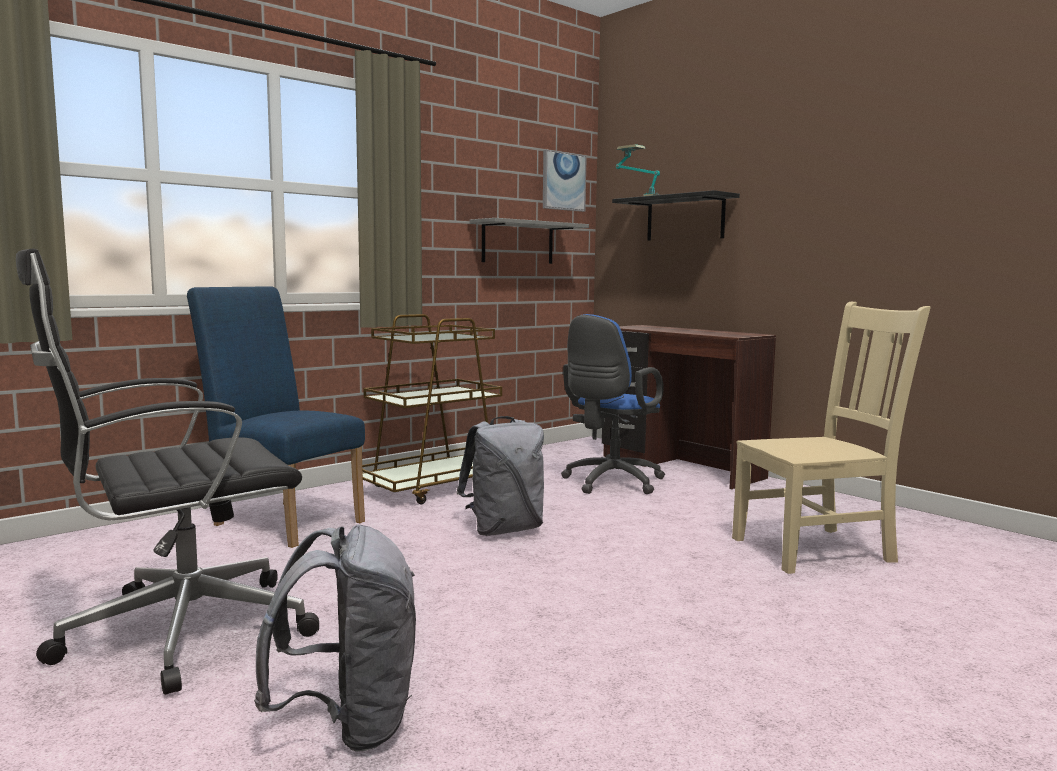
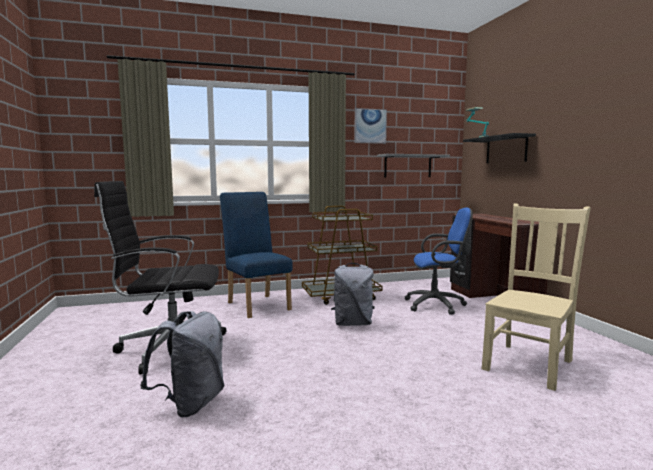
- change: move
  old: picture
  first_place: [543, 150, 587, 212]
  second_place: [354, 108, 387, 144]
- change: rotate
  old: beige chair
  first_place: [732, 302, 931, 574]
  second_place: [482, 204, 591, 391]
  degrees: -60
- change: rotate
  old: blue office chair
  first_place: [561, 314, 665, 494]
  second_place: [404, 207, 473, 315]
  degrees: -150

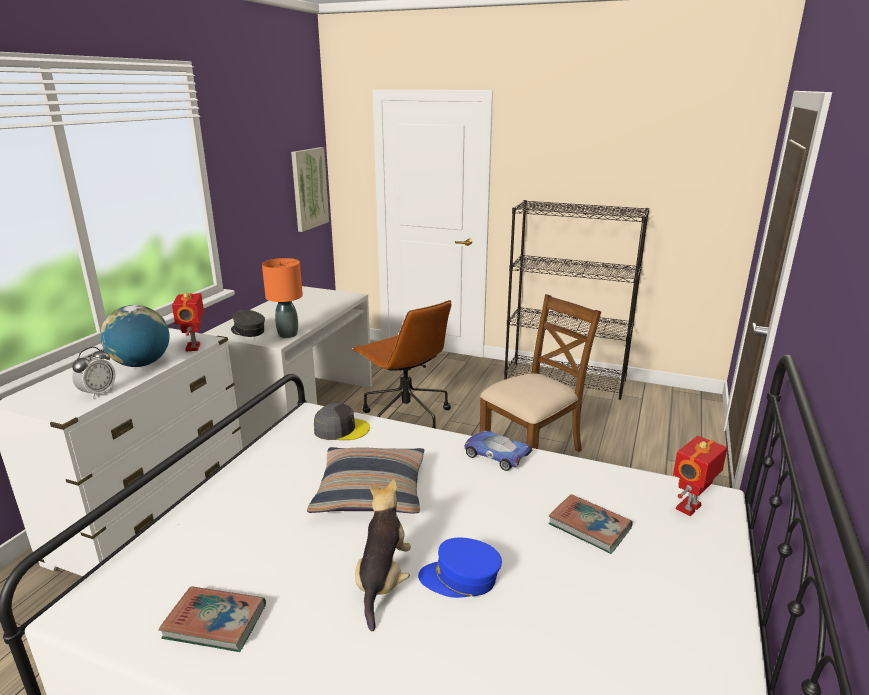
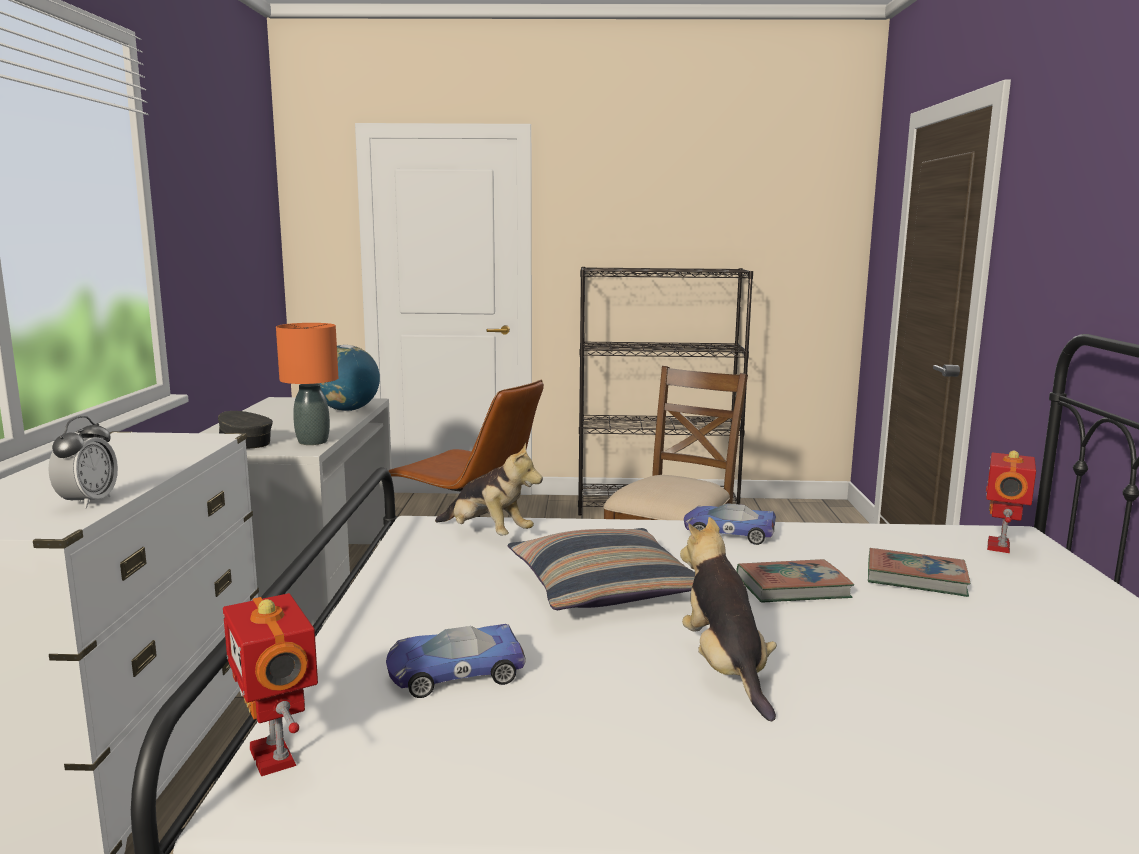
- change: delete
  old: picture
  first_place: [291, 147, 329, 232]
- change: move
  old: toy robot
  first_place: [172, 293, 204, 352]
  second_place: [223, 593, 318, 776]
- change: move
  old: globe
  first_place: [100, 305, 169, 367]
  second_place: [319, 345, 380, 411]
- change: replace
  old: grey cap
  new: plush toy
  first_place: [314, 403, 370, 440]
  second_place: [435, 442, 543, 535]
- change: delete
  old: blue cap
  first_place: [418, 538, 502, 598]
- change: move
  old: book
  first_place: [158, 586, 266, 652]
  second_place: [736, 559, 854, 603]
- change: insert
  new: toy car
  second_place: [386, 624, 526, 698]

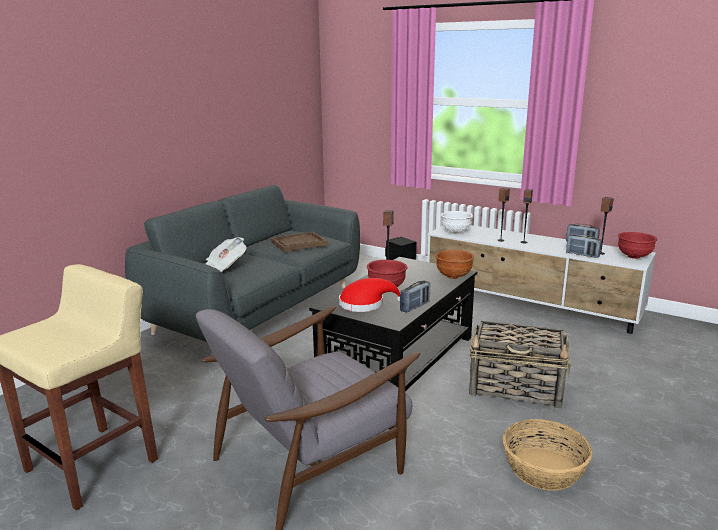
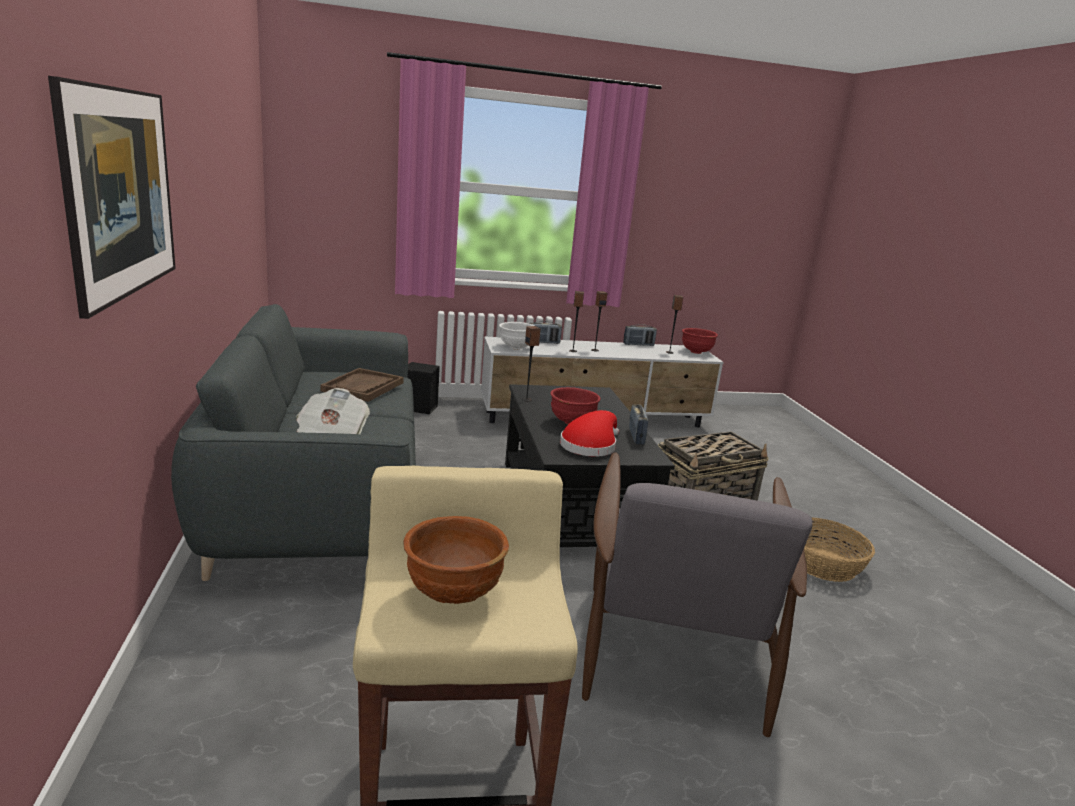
- change: move
  old: radio
  first_place: [566, 234, 602, 258]
  second_place: [529, 321, 562, 344]
- change: move
  old: brown bowl
  first_place: [435, 250, 474, 279]
  second_place: [404, 516, 509, 604]
- change: insert
  new: picture
  second_place: [48, 76, 176, 319]

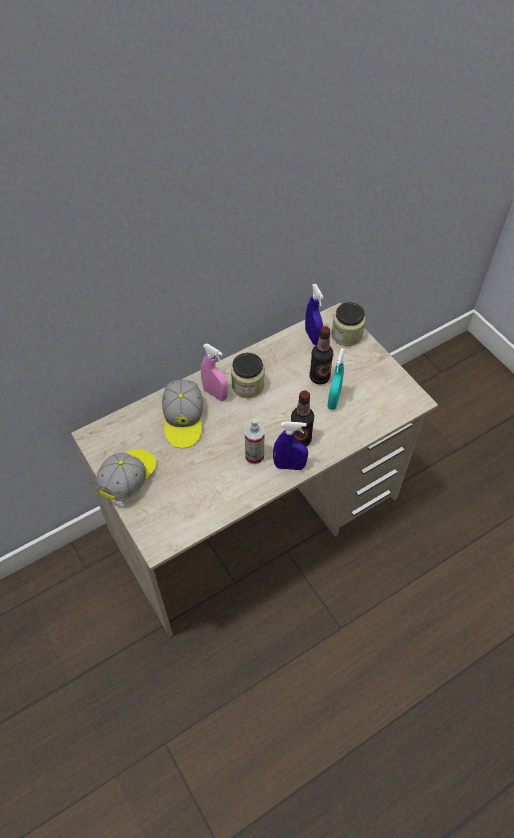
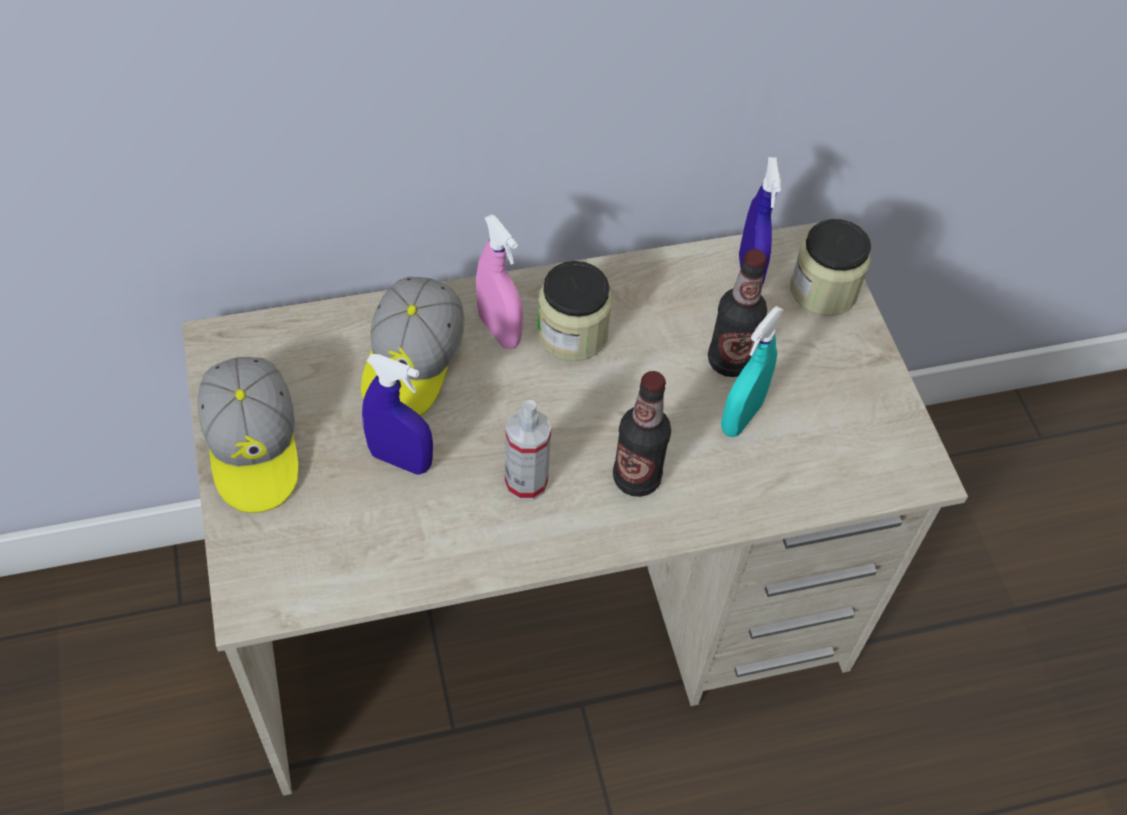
- change: move
  old: blue spray bottle
  first_place: [273, 421, 308, 470]
  second_place: [362, 354, 433, 475]
- change: rotate
  old: cap
  first_place: [96, 449, 157, 501]
  second_place: [197, 357, 299, 513]
  degrees: 120

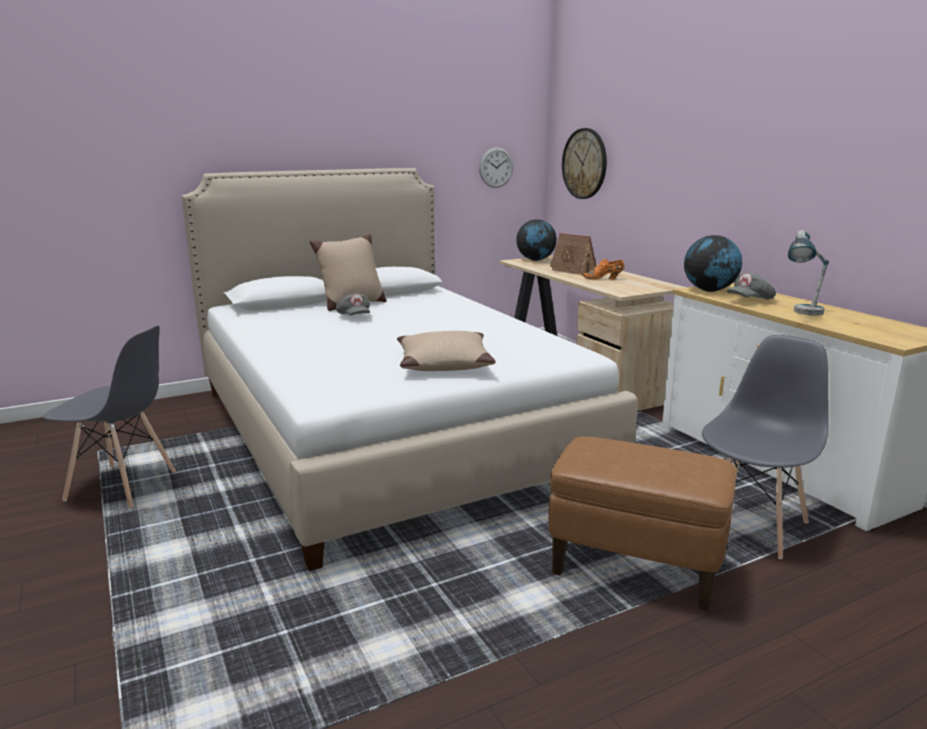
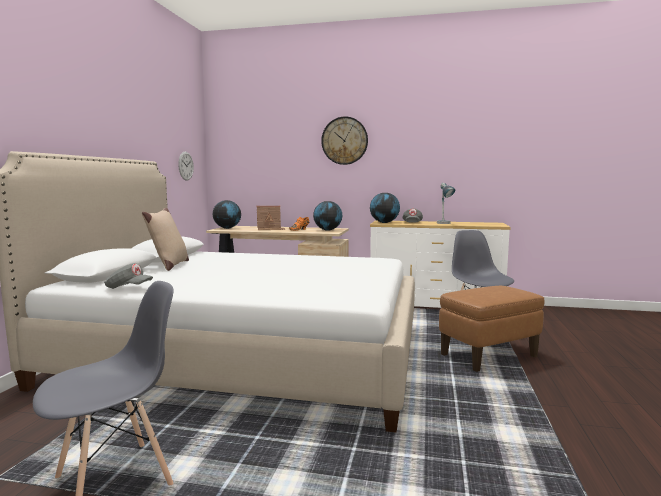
- change: move
  old: wall clock
  first_place: [562, 128, 607, 199]
  second_place: [321, 116, 368, 165]
- change: move
  old: grey cap
  first_place: [336, 293, 370, 315]
  second_place: [104, 263, 153, 289]
- change: delete
  old: beige pillow
  first_place: [397, 331, 496, 371]
- change: insert
  new: globe
  second_place: [313, 201, 342, 231]

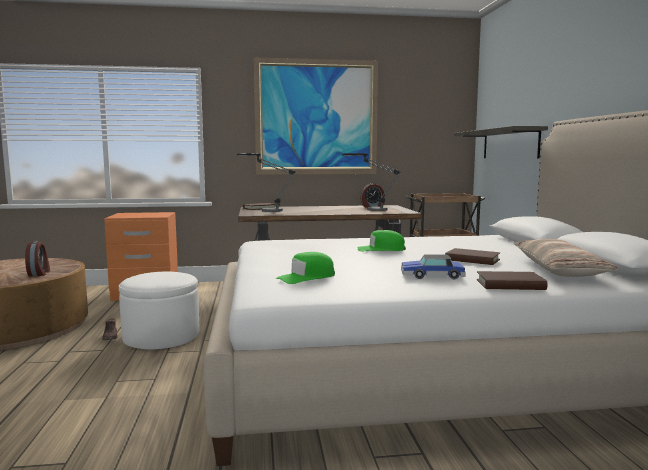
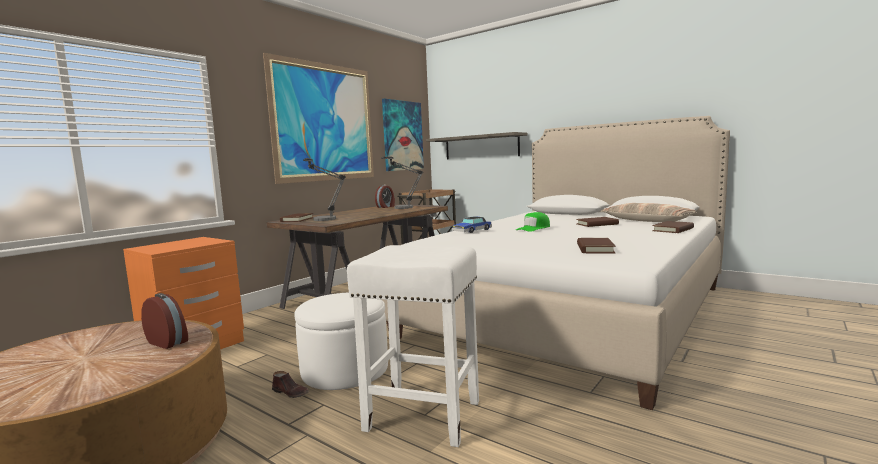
- change: replace
  old: green cap
  new: brown book
  first_place: [276, 252, 335, 284]
  second_place: [577, 238, 616, 253]
- change: move
  old: toy car
  first_place: [401, 254, 466, 279]
  second_place: [452, 216, 492, 233]
- change: insert
  new: picture
  second_place: [382, 99, 424, 171]
- change: insert
  new: white stool
  second_place: [347, 245, 479, 447]

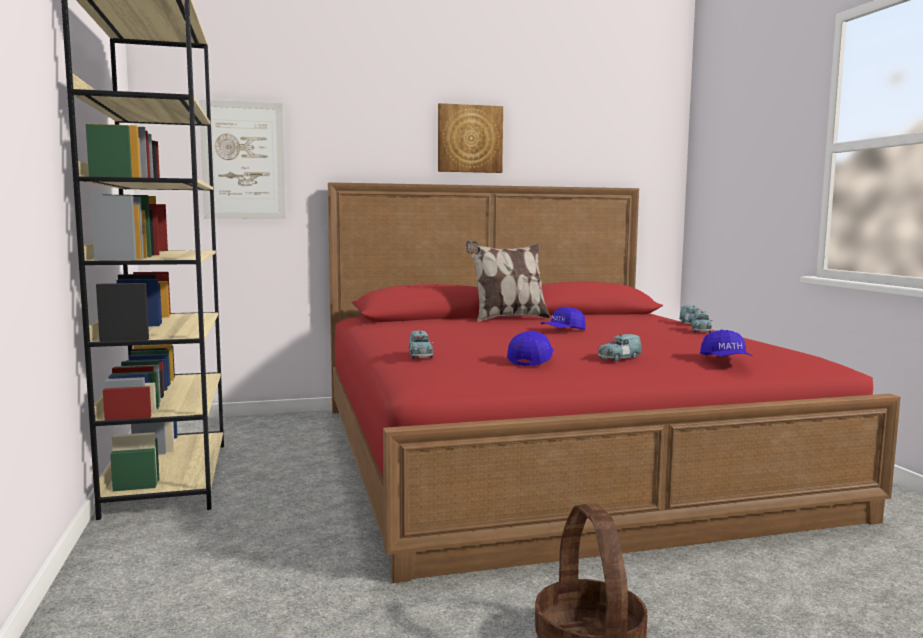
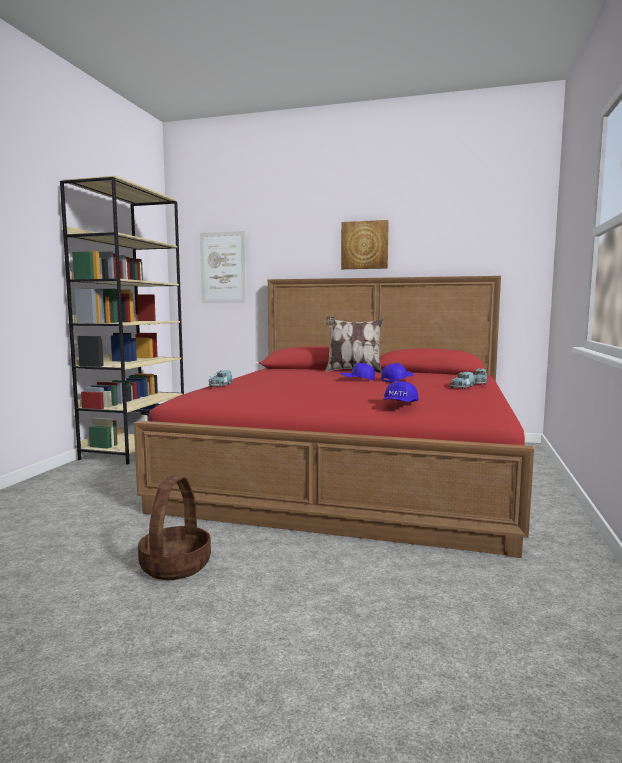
- change: move
  old: blue cap
  first_place: [507, 330, 554, 366]
  second_place: [381, 363, 413, 382]
- change: delete
  old: blue toy car
  first_place: [598, 334, 642, 362]

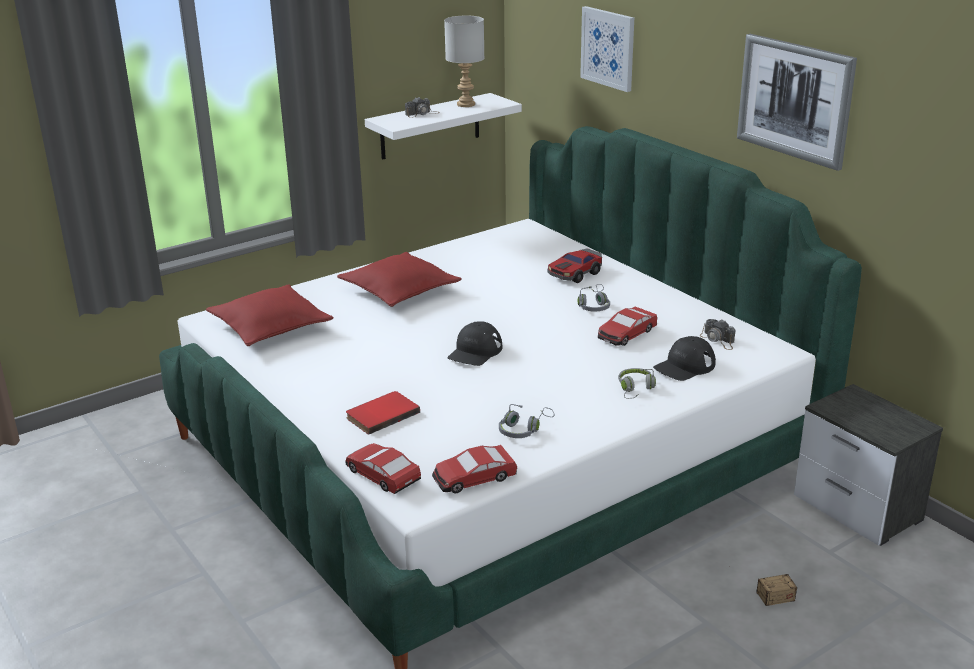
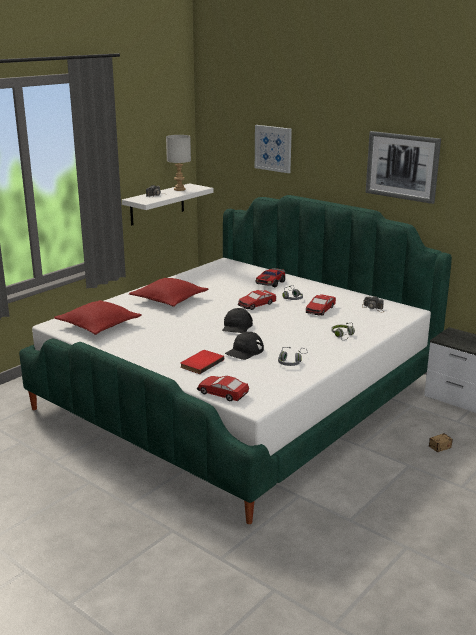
- change: move
  old: black cap
  first_place: [653, 336, 716, 381]
  second_place: [225, 332, 264, 360]
- change: move
  old: toy car
  first_place: [432, 445, 517, 493]
  second_place: [238, 290, 276, 310]

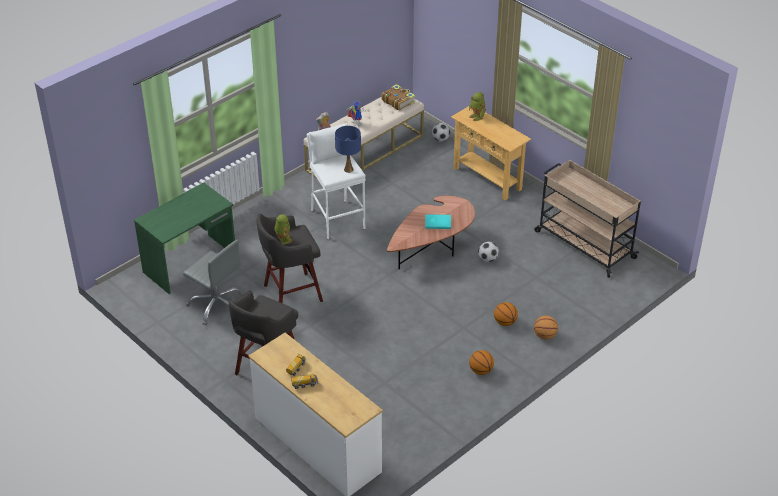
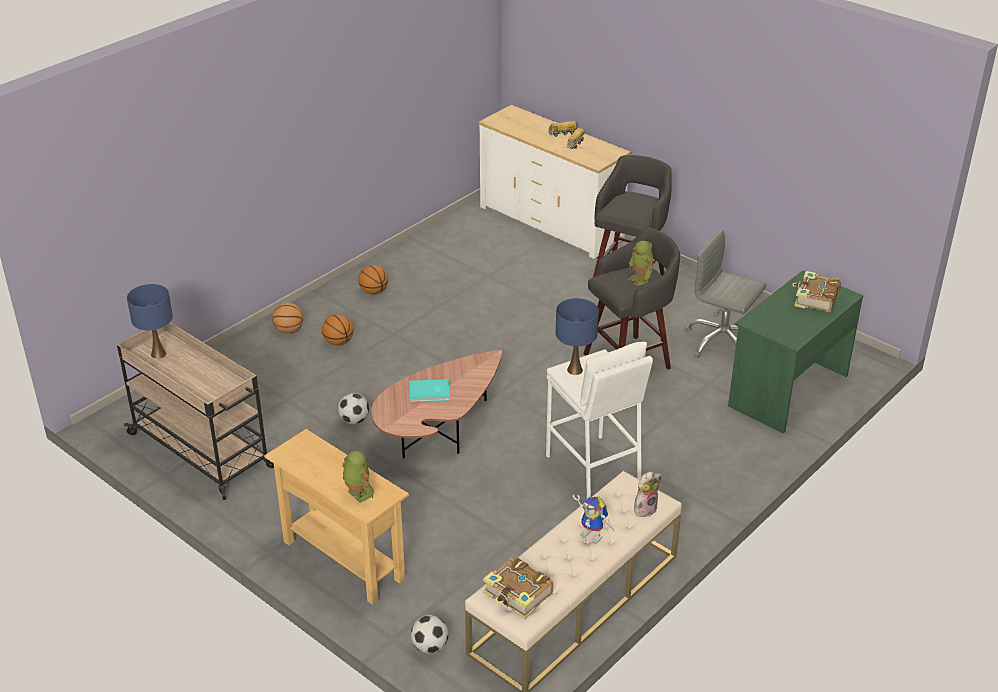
- change: insert
  new: book
  second_place: [792, 271, 841, 313]
- change: insert
  new: blue table lamp
  second_place: [127, 284, 173, 359]

